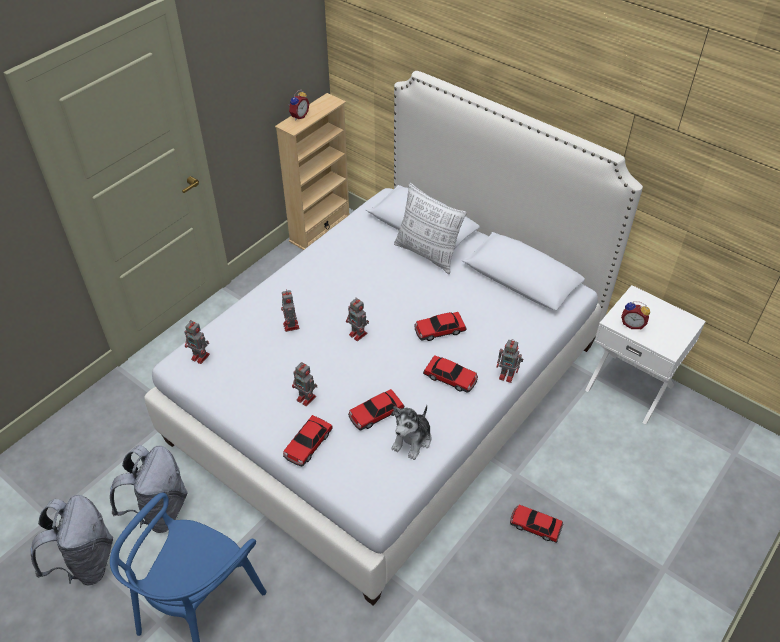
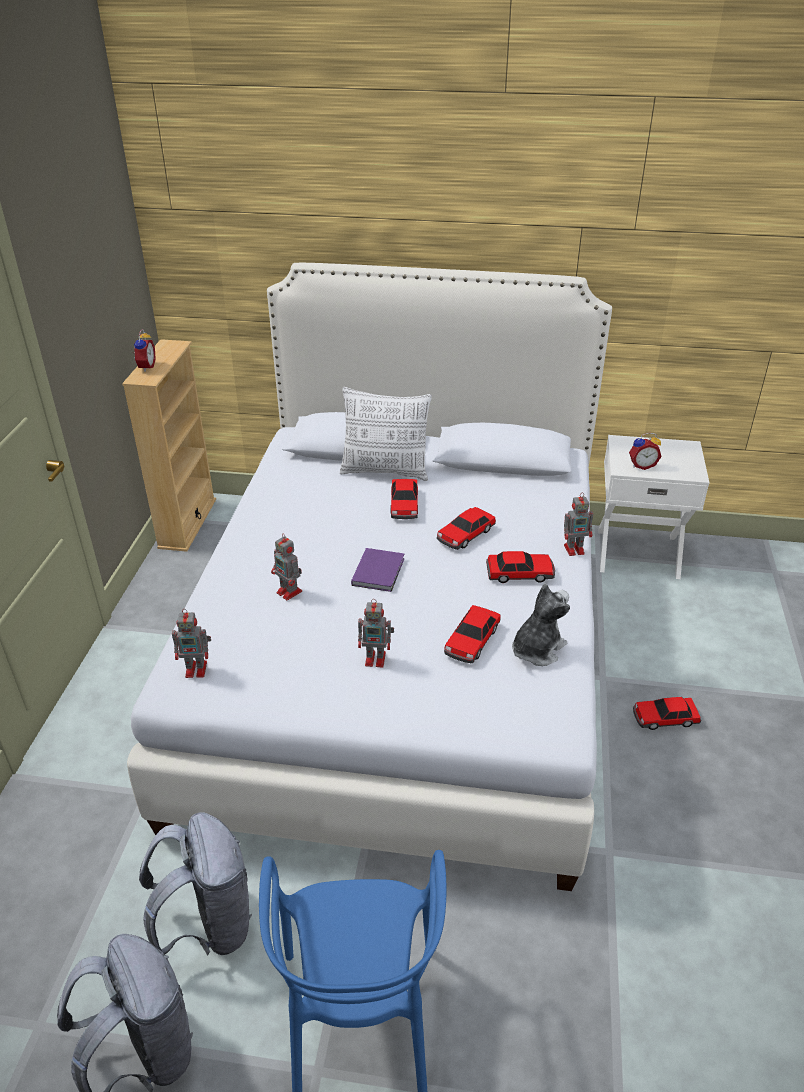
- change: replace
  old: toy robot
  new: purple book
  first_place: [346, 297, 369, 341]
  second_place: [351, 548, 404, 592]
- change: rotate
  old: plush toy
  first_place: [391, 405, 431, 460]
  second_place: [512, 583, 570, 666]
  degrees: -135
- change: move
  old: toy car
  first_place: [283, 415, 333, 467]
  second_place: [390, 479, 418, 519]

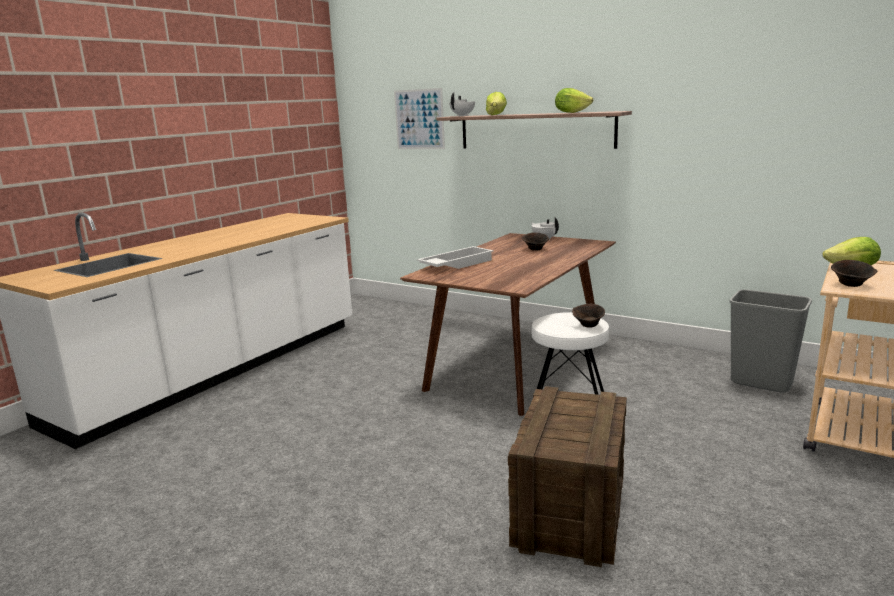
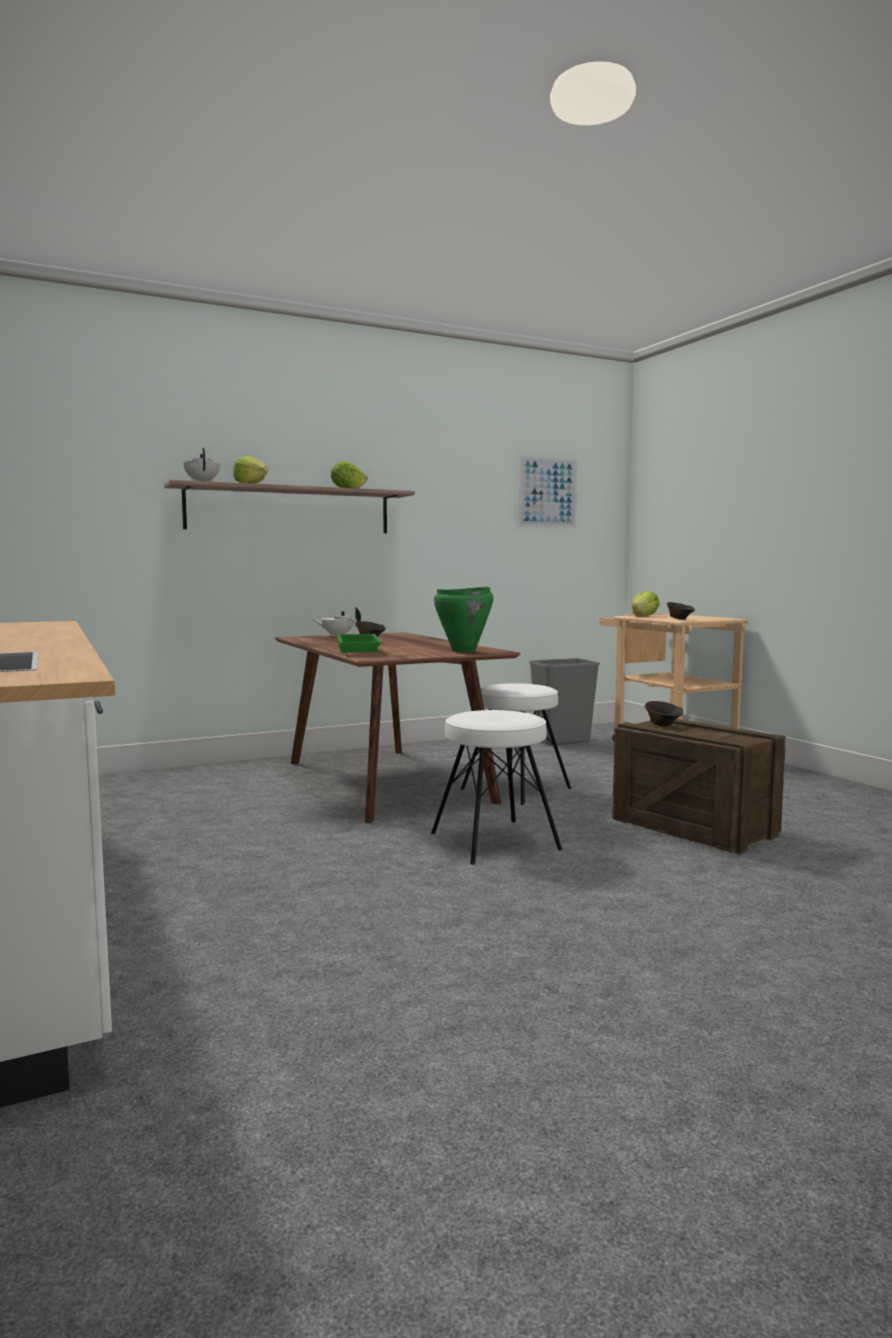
- change: move
  old: picture
  first_place: [394, 88, 445, 149]
  second_place: [519, 455, 578, 528]
- change: recolor
  old: white tray
  new: green tray
  first_place: [417, 246, 494, 269]
  second_place: [337, 634, 382, 653]
- change: move
  old: brown bowl
  first_place: [572, 304, 605, 328]
  second_place: [645, 701, 683, 727]
- change: insert
  new: green cooking pot
  second_place: [434, 586, 493, 652]
- change: insert
  new: white stool
  second_place: [431, 710, 562, 864]

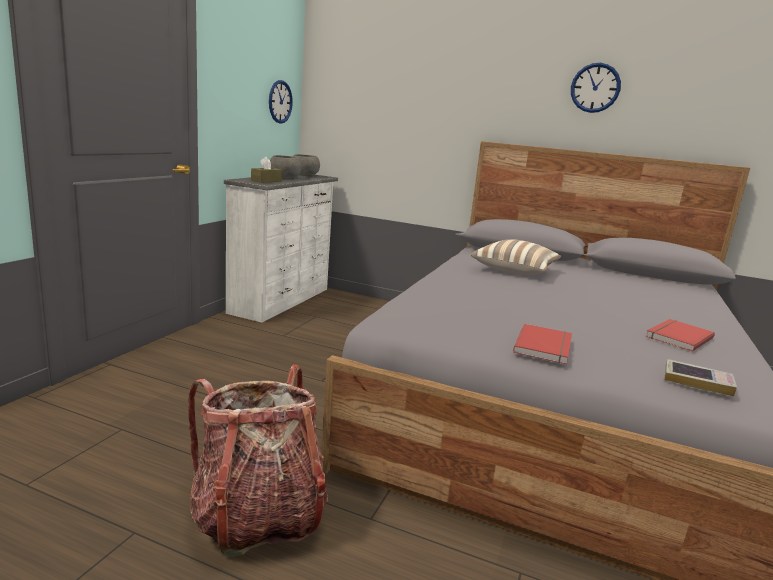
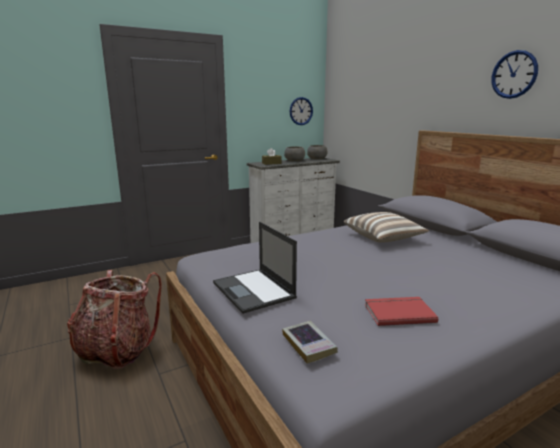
- change: replace
  old: red book
  new: laptop
  first_place: [513, 324, 572, 364]
  second_place: [213, 222, 297, 314]

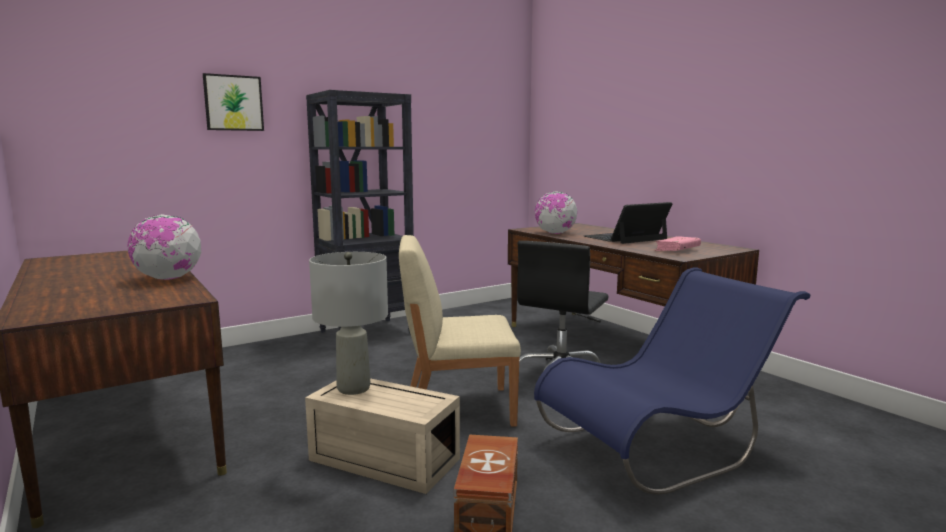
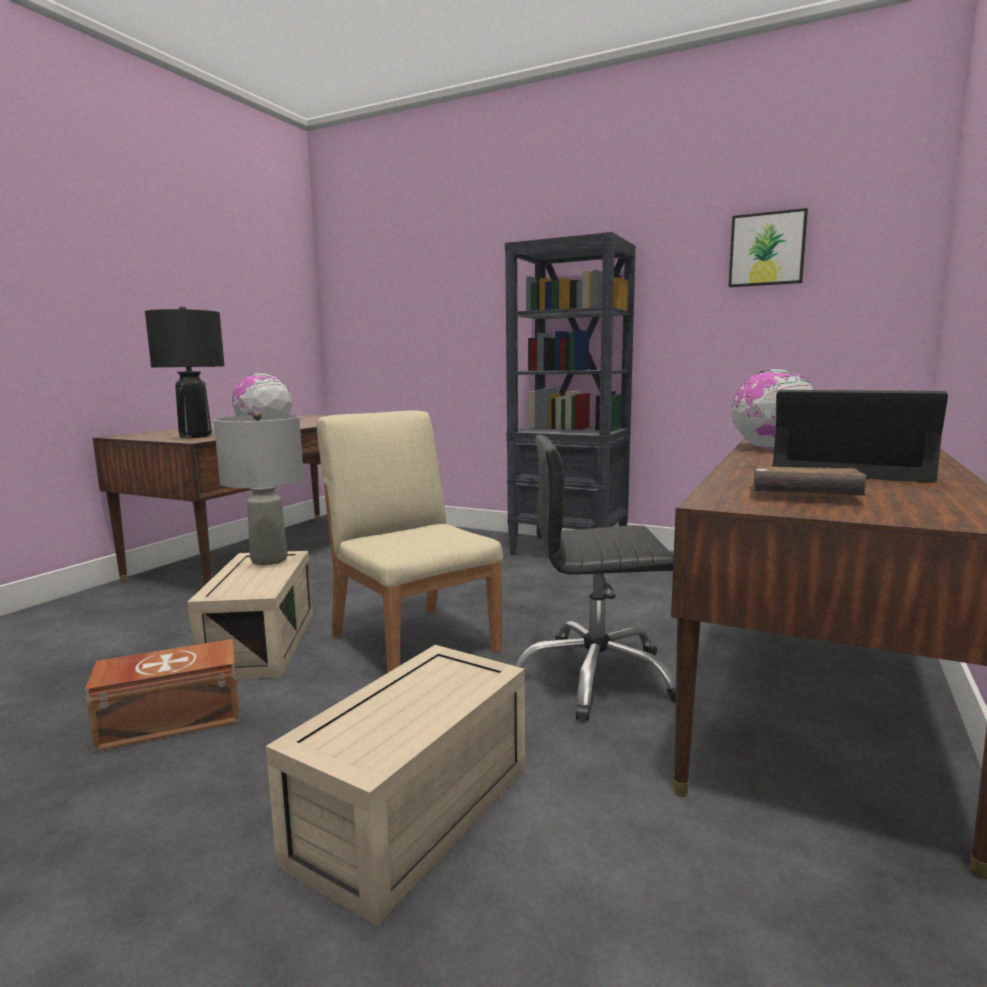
- change: move
  old: picture
  first_place: [203, 73, 264, 131]
  second_place: [729, 208, 808, 287]
- change: recolor
  old: pink book
  new: brown book
  first_place: [655, 236, 701, 251]
  second_place: [750, 466, 866, 496]
- change: replace
  old: blue chair
  new: beige storage box
  first_place: [534, 268, 810, 495]
  second_place: [266, 645, 525, 926]
- change: insert
  new: black table lamp
  second_place: [145, 306, 225, 438]

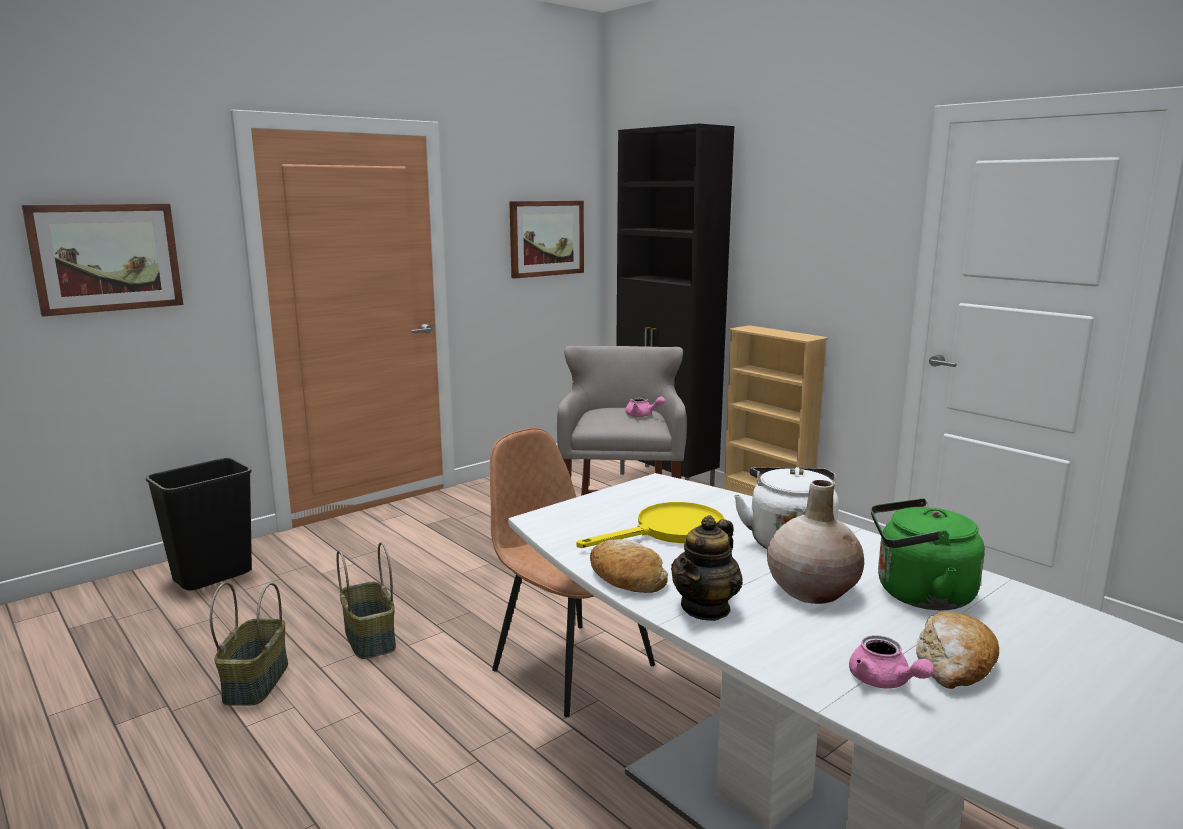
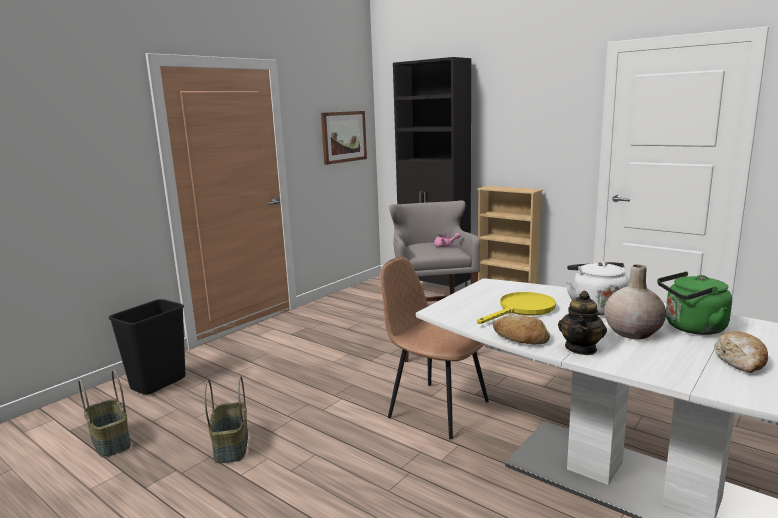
- change: delete
  old: picture
  first_place: [22, 204, 183, 317]
- change: move
  old: basket
  first_place: [336, 542, 396, 659]
  second_place: [78, 370, 131, 458]
- change: delete
  old: pink teapot
  first_place: [849, 635, 934, 689]

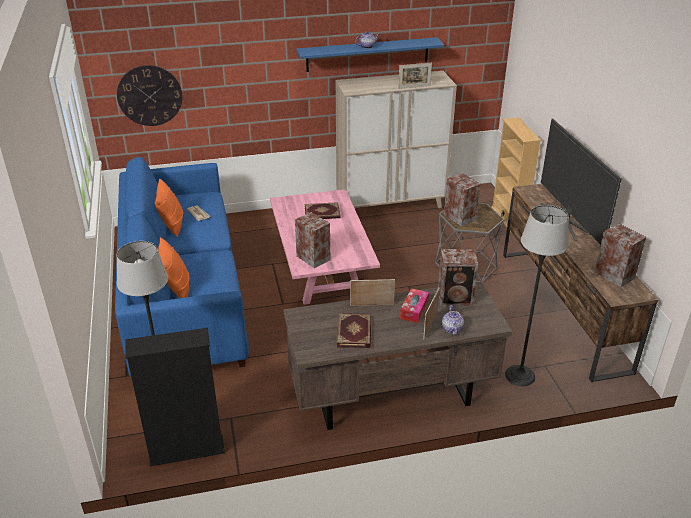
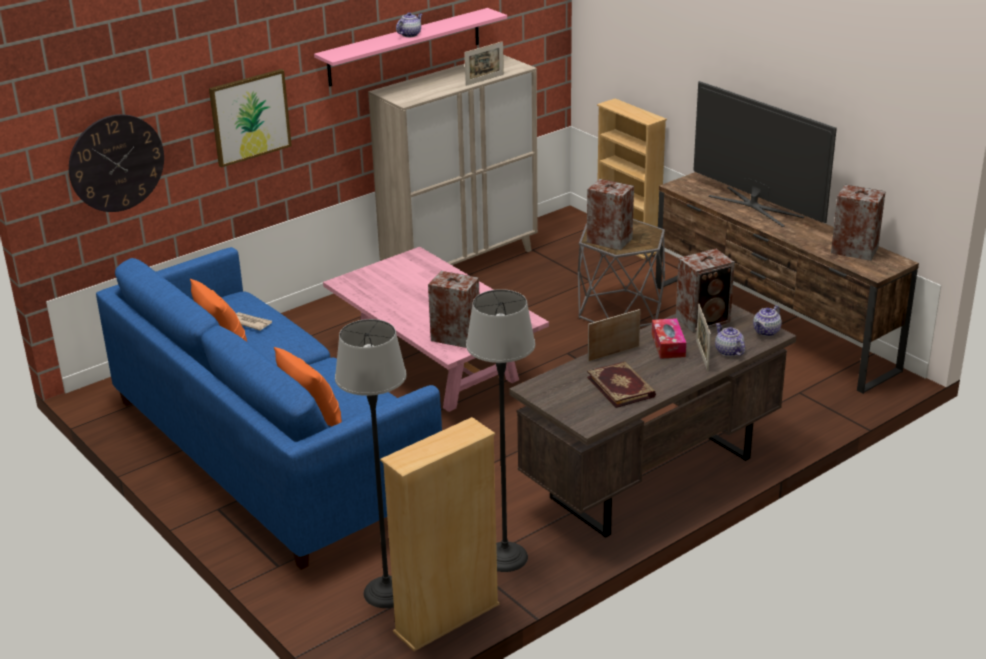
- change: recolor
  old: blue shelf
  new: pink shelf
  first_place: [297, 37, 444, 72]
  second_place: [314, 8, 507, 87]
- change: delete
  old: book
  first_place: [305, 202, 340, 219]
- change: move
  old: floor lamp
  first_place: [505, 205, 569, 386]
  second_place: [466, 289, 535, 572]
- change: recolor
  old: black bookcase
  new: beige bookcase
  first_place: [125, 328, 225, 466]
  second_place: [380, 417, 499, 651]
- change: insert
  new: picture
  second_place: [209, 69, 292, 168]
- change: insert
  new: teapot
  second_place: [753, 305, 782, 336]

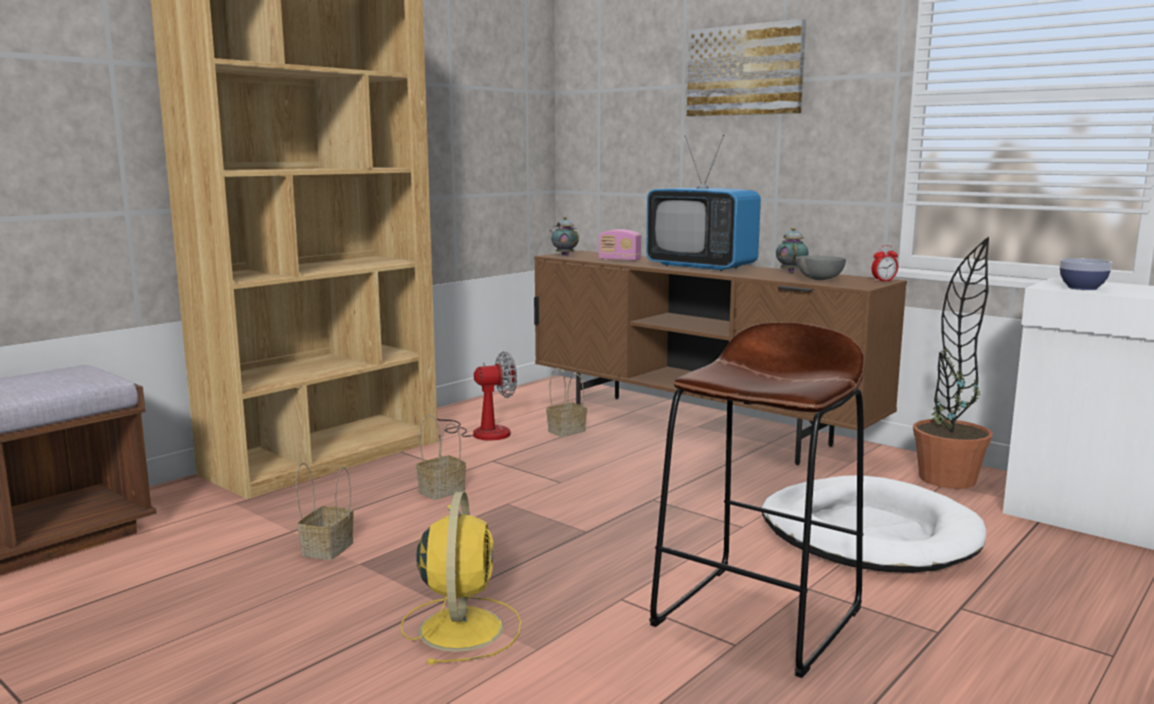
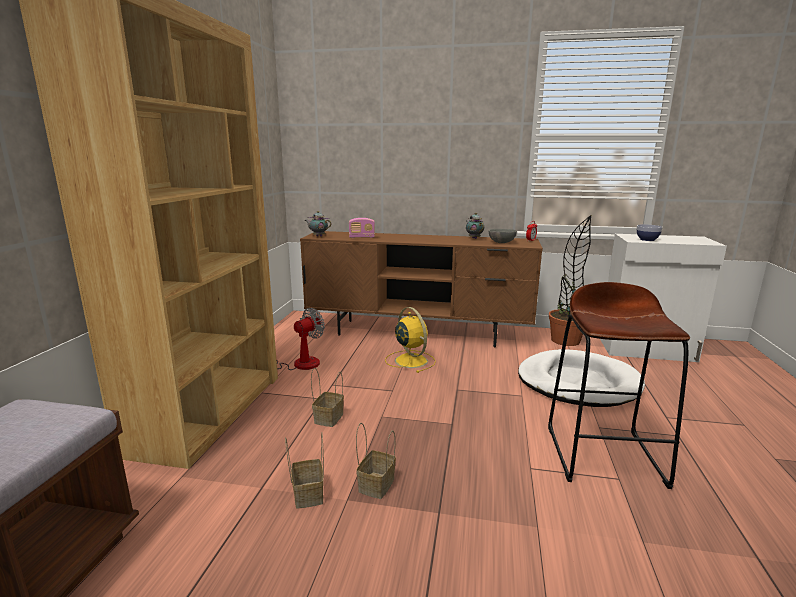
- change: delete
  old: picture
  first_place: [687, 19, 806, 117]
- change: delete
  old: television
  first_place: [646, 135, 761, 271]
- change: move
  old: basket
  first_place: [546, 368, 587, 437]
  second_place: [356, 423, 396, 499]
- change: move
  old: yellow fan
  first_place: [400, 492, 521, 665]
  second_place: [385, 307, 436, 373]

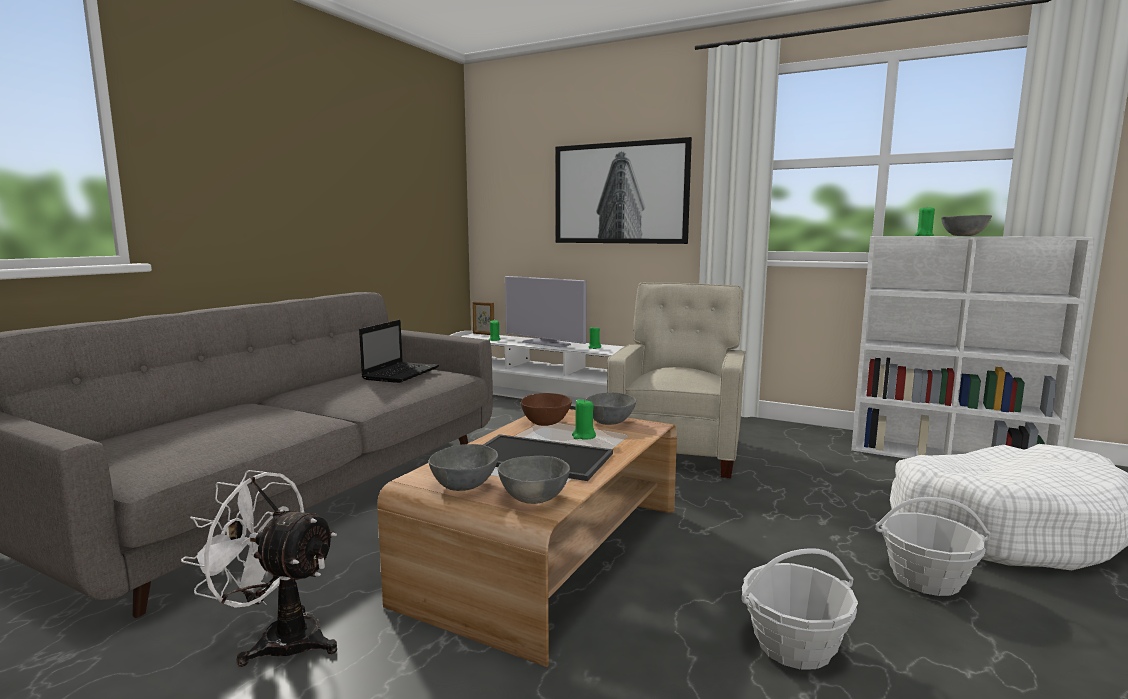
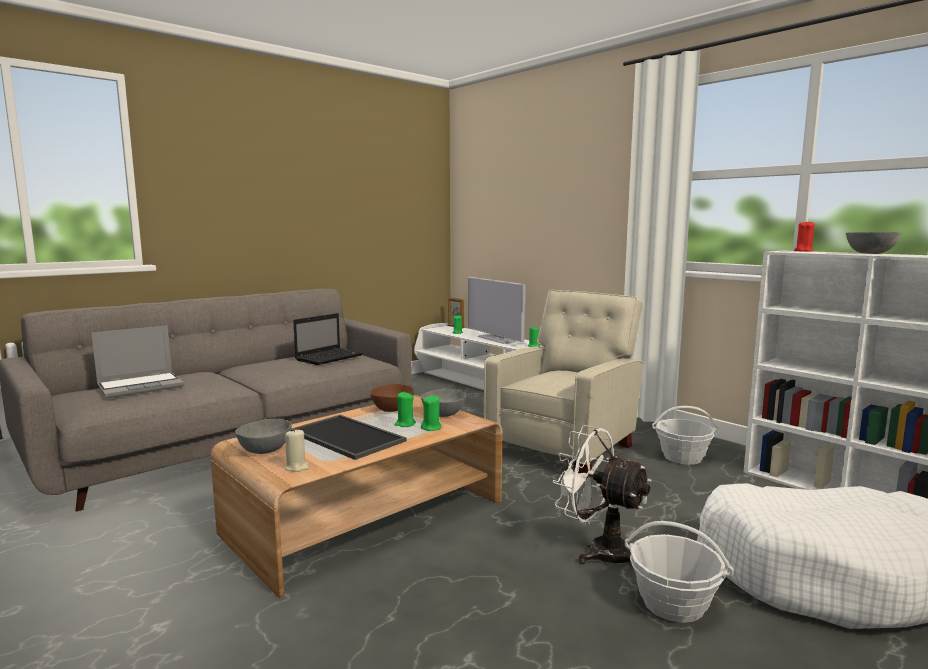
- change: delete
  old: picture
  first_place: [555, 137, 692, 244]
- change: move
  old: green candle
  first_place: [915, 205, 935, 236]
  second_place: [421, 395, 442, 431]
- change: replace
  old: grey bowl
  new: beige candle
  first_place: [498, 456, 570, 504]
  second_place: [285, 428, 309, 472]
- change: move
  old: white fan
  first_place: [181, 470, 337, 667]
  second_place: [552, 425, 651, 564]
- change: move
  old: basket
  first_place: [742, 548, 858, 670]
  second_place: [652, 406, 718, 465]
- change: insert
  new: red candle
  second_place: [794, 220, 814, 252]
- change: insert
  new: laptop
  second_place: [91, 325, 184, 398]

